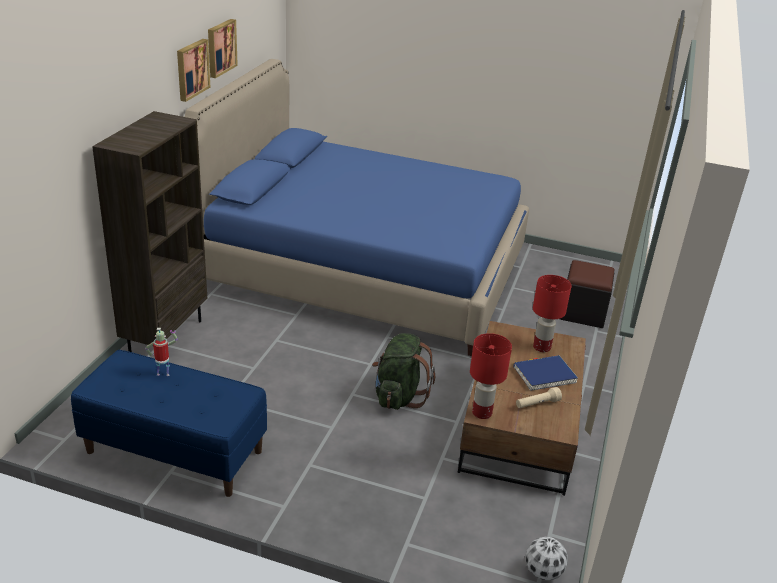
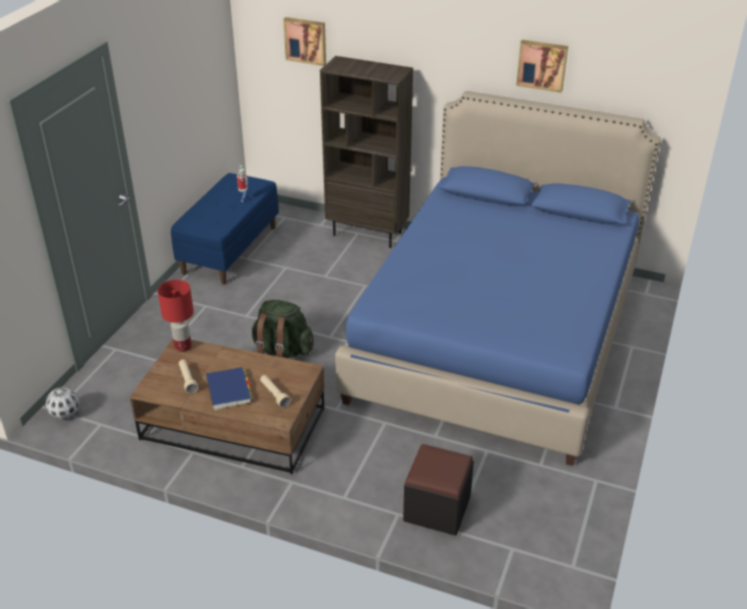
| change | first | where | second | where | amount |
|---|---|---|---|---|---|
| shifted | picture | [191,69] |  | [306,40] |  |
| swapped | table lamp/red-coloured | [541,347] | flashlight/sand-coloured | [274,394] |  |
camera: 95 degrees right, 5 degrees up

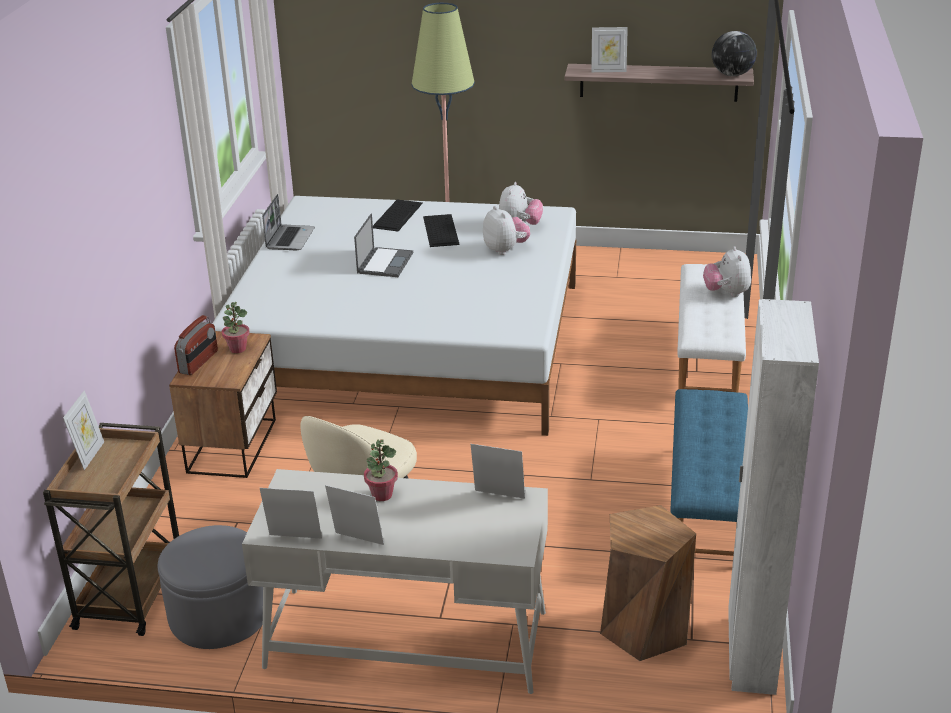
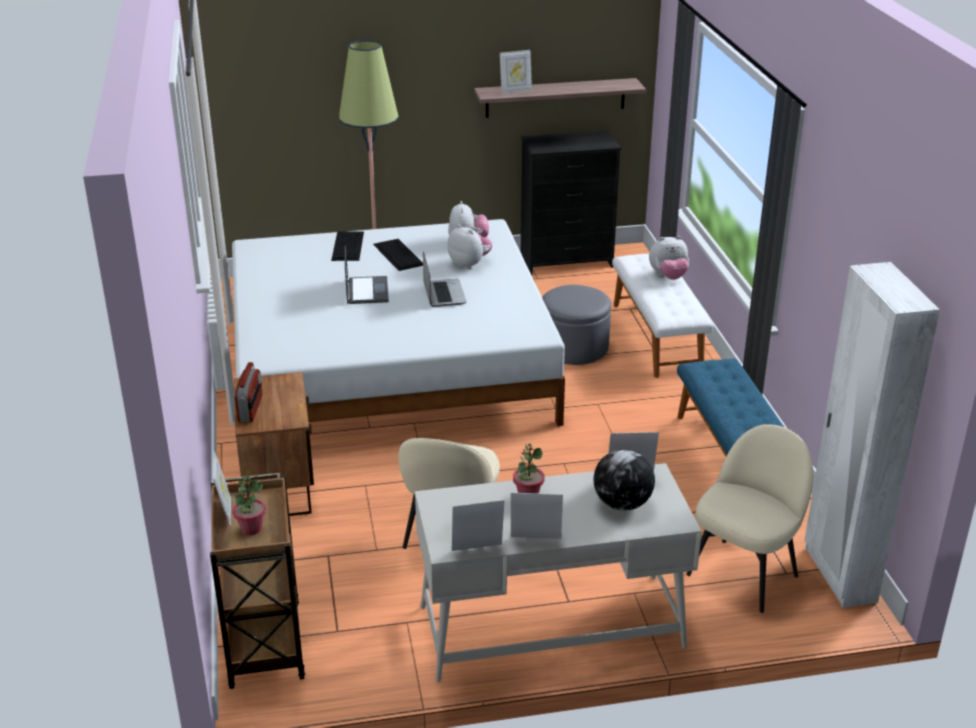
| change | first | where | second | where | amount |
|---|---|---|---|---|---|
| shifted | desk globe | [732,75] |  | [622,504] |  |
| shifted | laptop | [290,238] |  | [443,294] |  |
| rotated | plush toy | [726,293] |  | [668,276] | 75 degrees counterclockwise |
| shifted | plant in a pot | [237,349] |  | [251,528] |  |
| swapped | stool seat/brown | [644,629] | chair/sand-coloured | [744,573] |  |
| shifted | pouffe/gray | [218,615] |  | [573,347] |  |
| new |  |  | drawer chest/black | [566,261] |  |
camera: 20 degrees left, 0 degrees up

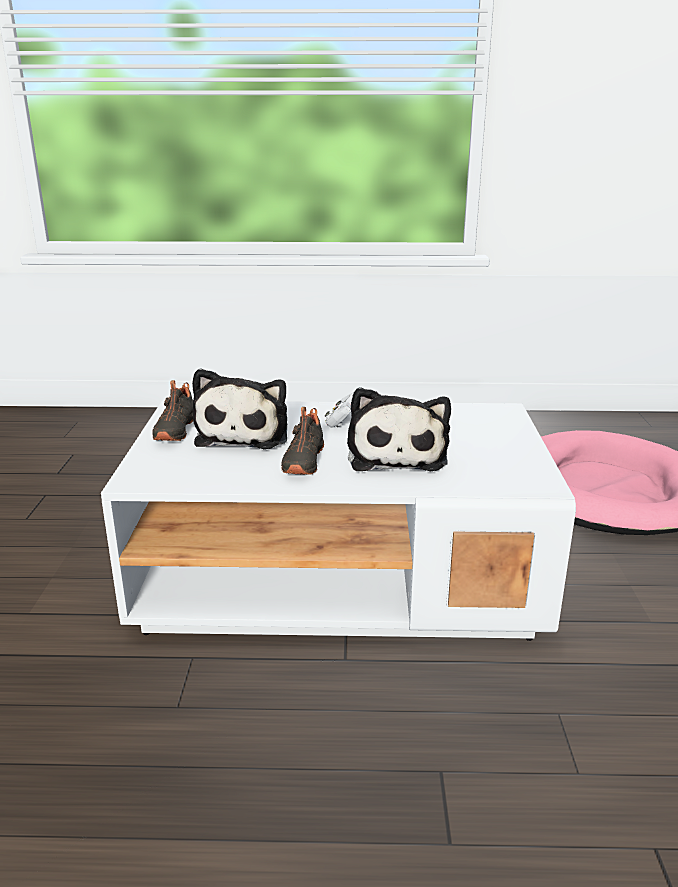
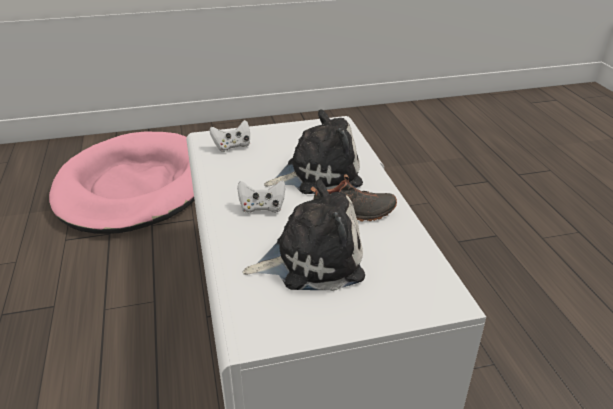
| change | first | where | second | where | amount |
|---|---|---|---|---|---|
| gone | item of footwear/black | [174,430] |  |  |  |
| new |  |  | game controller/white-coloured | [232,146] |  |
camera: 105 degrees left, 10 degrees up

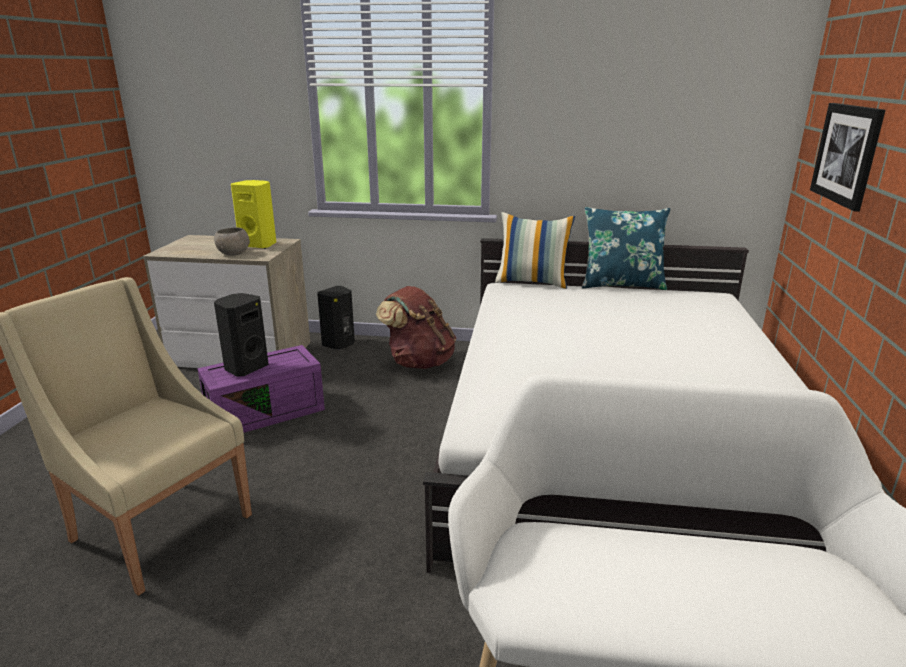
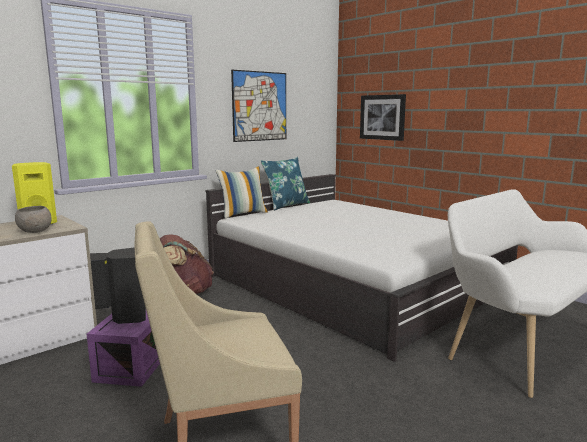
| change | first | where | second | where | amount |
|---|---|---|---|---|---|
| new |  |  | picture | [260,106] |  |
camera: 50 degrees left, 10 degrees down

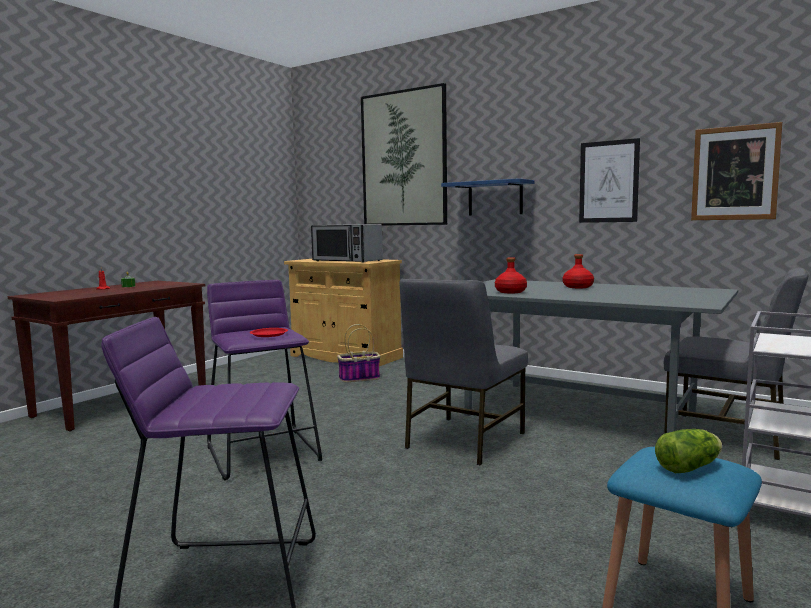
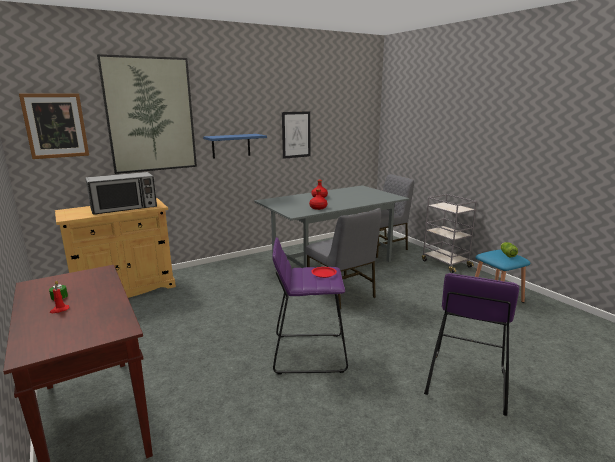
| change | first | where | second | where | amount |
|---|---|---|---|---|---|
| shifted | picture | [735,173] |  | [55,126] |  |
| gone | household basket | [359,378] |  |  |  |
camera: 65 degrees left, 10 degrees up

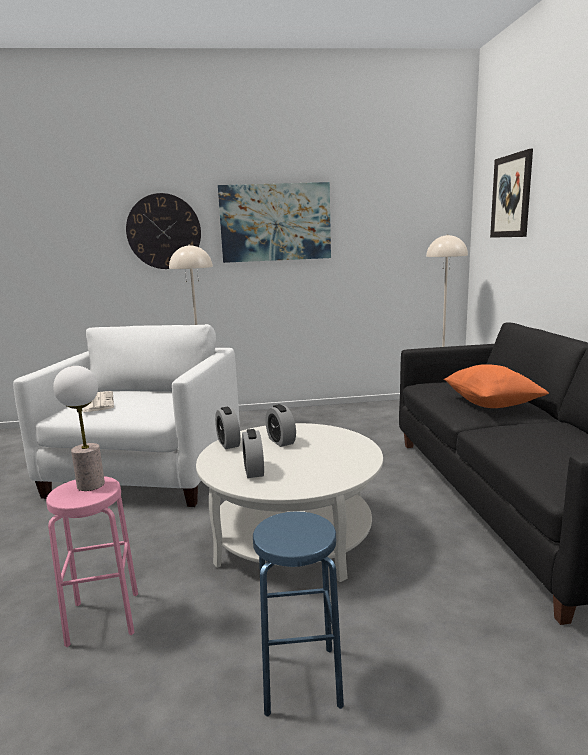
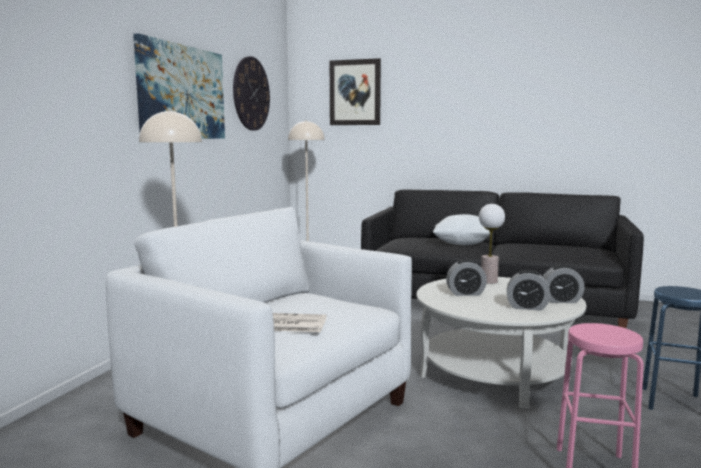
| change | first | where | second | where | amount |
|---|---|---|---|---|---|
| shifted | wall clock | [164,231] |  | [251,94] |  |
| repainted | cushion/orangey | [491,404] | cushion/white-coloured | [462,244] |  |
| shifted | table lamp | [91,485] |  | [489,281] |  |
| shifted | bedside clock | [228,443] |  | [561,301] |  |
camera: 65 degrees left, 5 degrees down

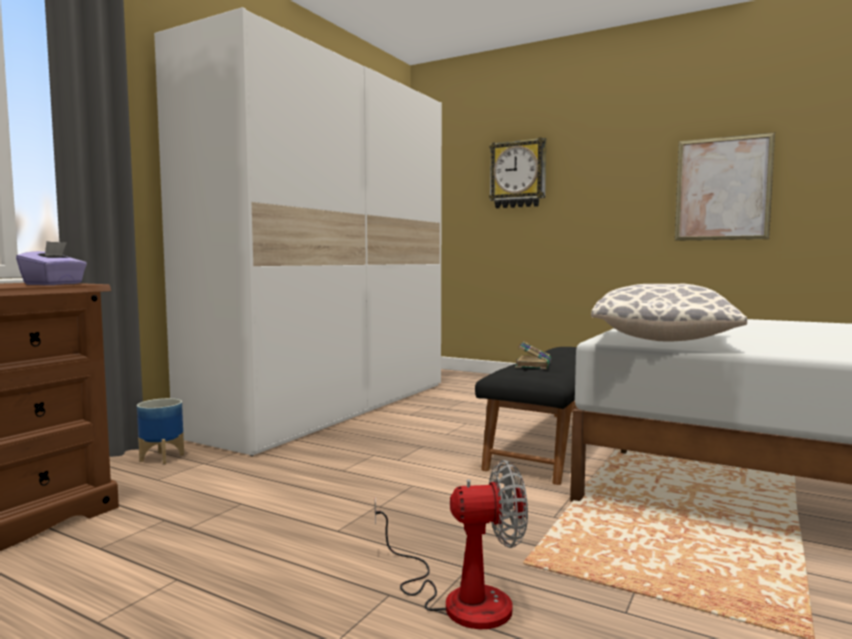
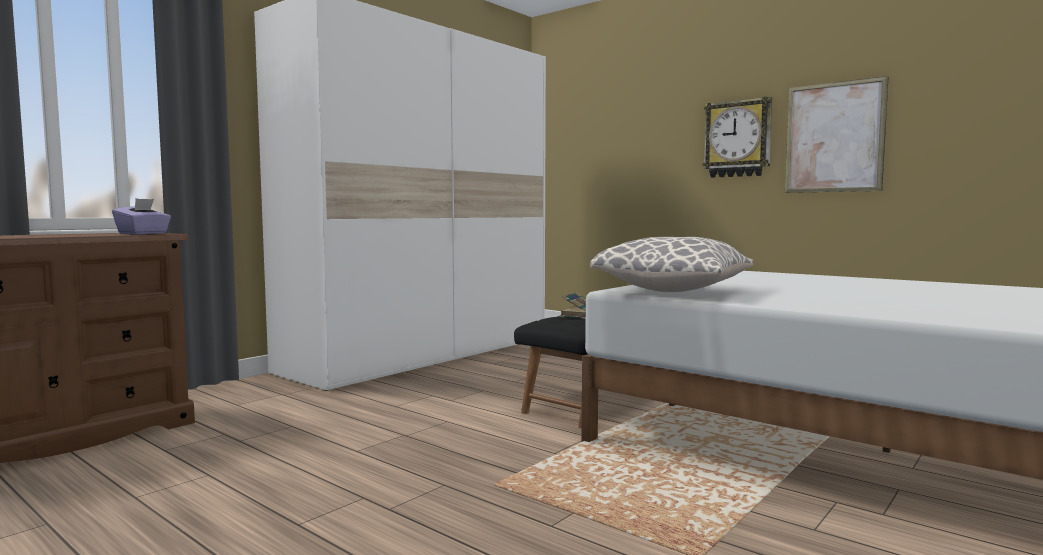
| change | first | where | second | where | amount |
|---|---|---|---|---|---|
| shifted | wall clock | [518,174] |  | [738,139] |  |
| gone | flower pot | [161,458] |  |  |  |
| gone | cooling fan | [459,598] |  |  |  |
camera: 10 degrees right, 0 degrees up

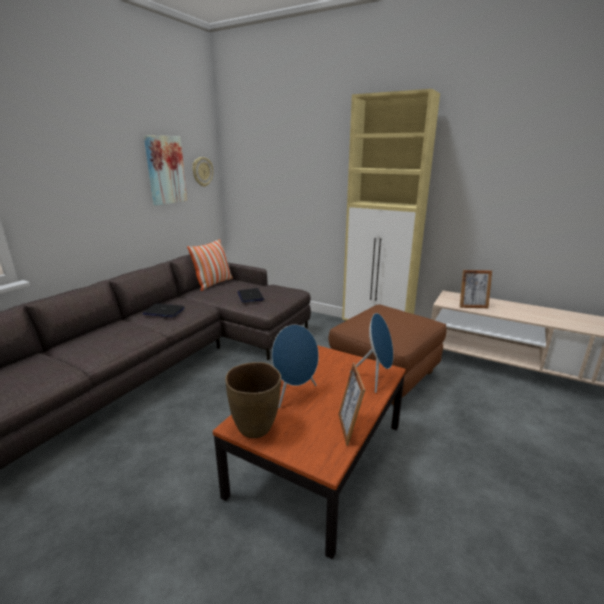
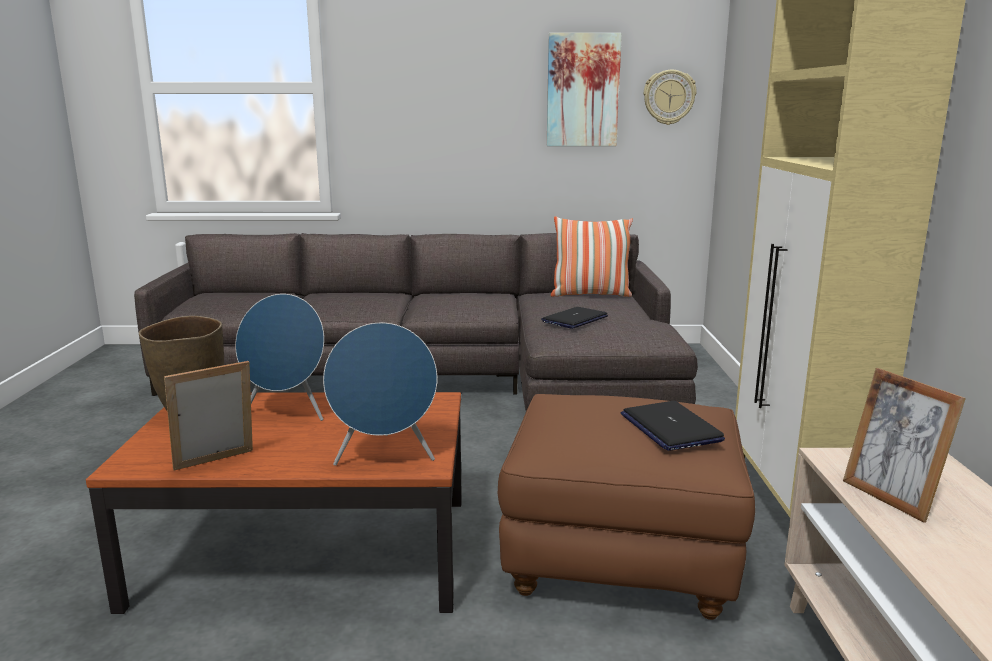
| change | first | where | second | where | amount |
|---|---|---|---|---|---|
| shifted | laptop | [163,311] |  | [670,427] |  |
camera: 60 degrees right, 5 degrees down

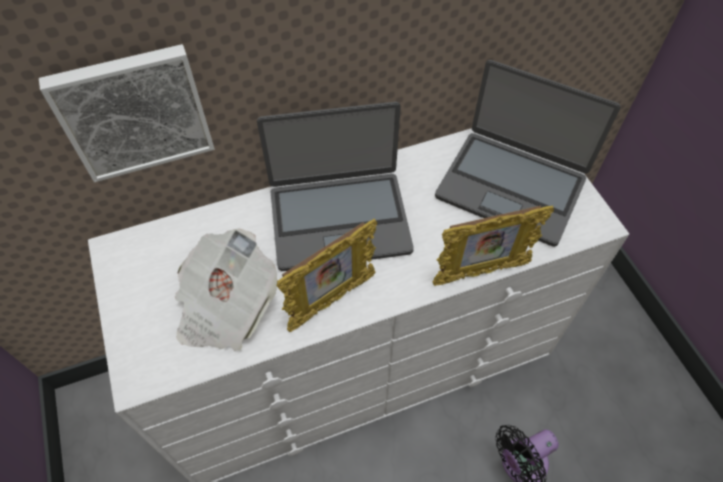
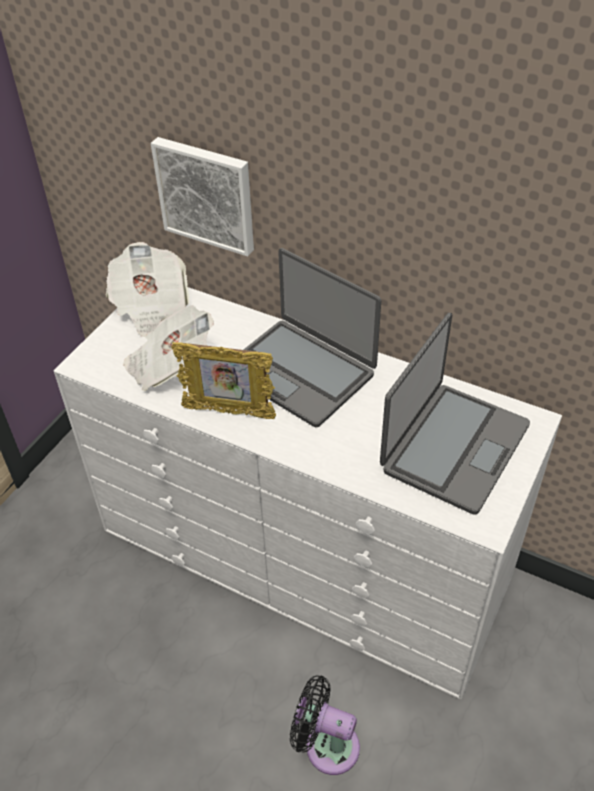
| change | first | where | second | where | amount |
|---|---|---|---|---|---|
| rotated | laptop | [511,186] |  | [453,447] | 135 degrees counterclockwise |
| gone | standing frame | [480,272] |  |  |  |
| new |  |  | newspaper | [151,307] |  |
camera: 50 degrees right, 10 degrees down

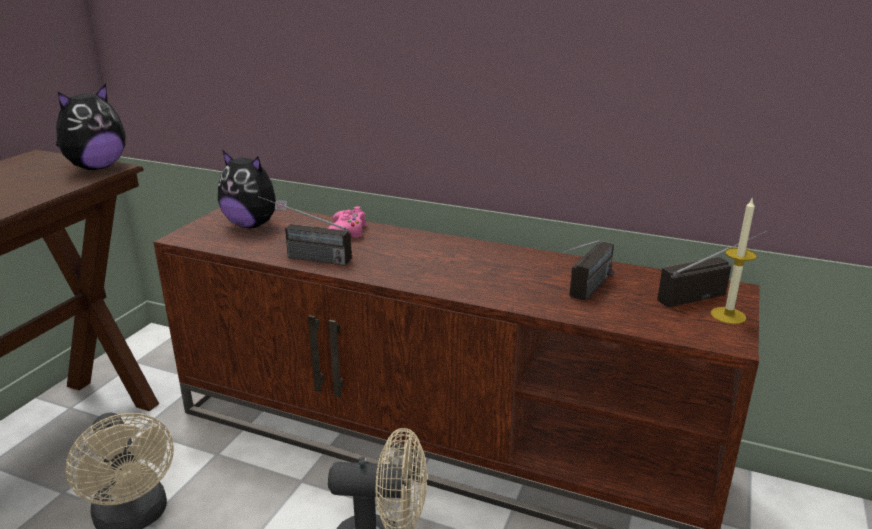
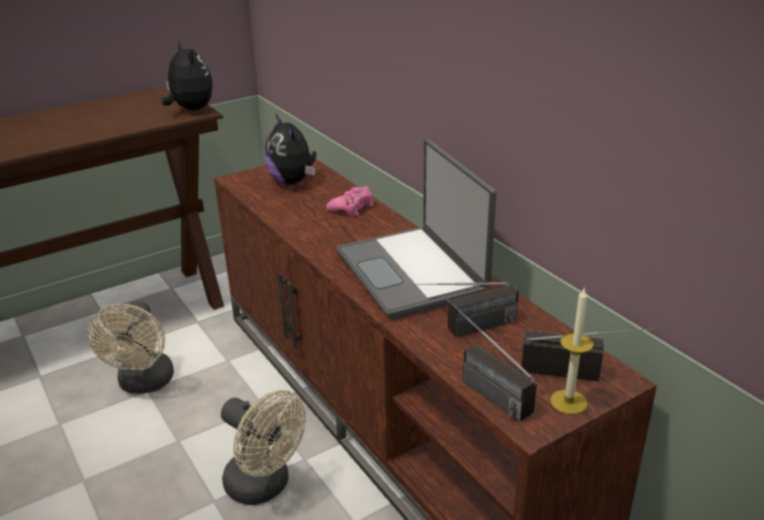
| change | first | where | second | where | amount |
|---|---|---|---|---|---|
| rotated | plush toy | [96,167] |  | [190,109] | 105 degrees counterclockwise |
| shifted | radio | [303,257] |  | [479,387] |  |
| new |  |  | laptop | [413,273] |  |
camera: 35 degrees right, 5 degrees up

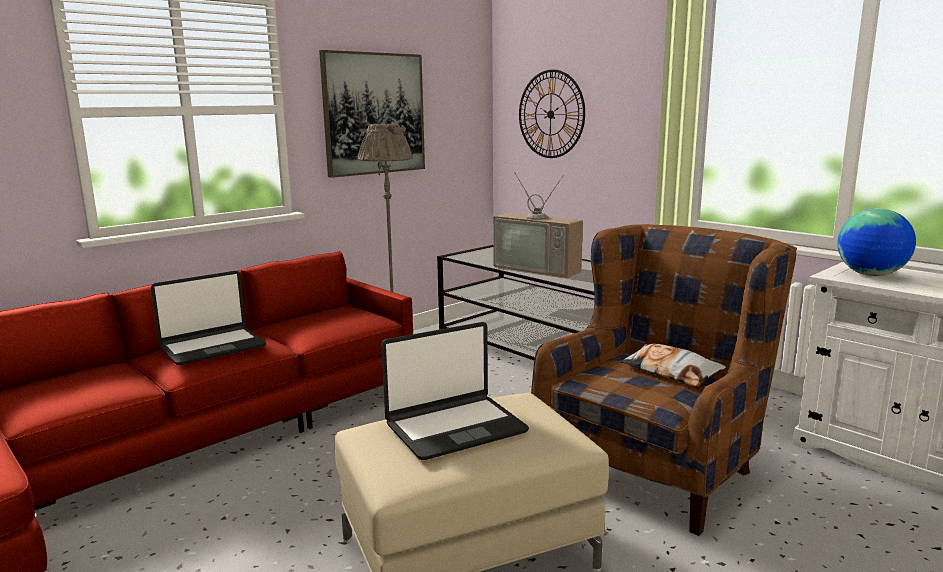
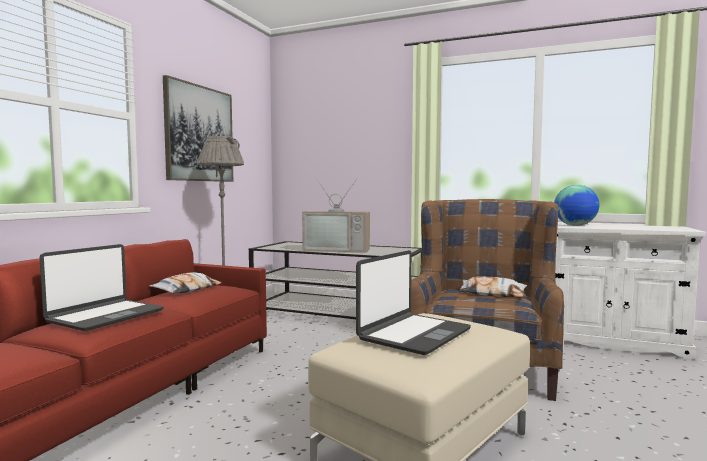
| change | first | where | second | where | amount |
|---|---|---|---|---|---|
| gone | wall clock | [550,114] |  |  |  |
| new |  |  | cushion | [187,289] |  |
camera: 25 degrees left, 10 degrees down

